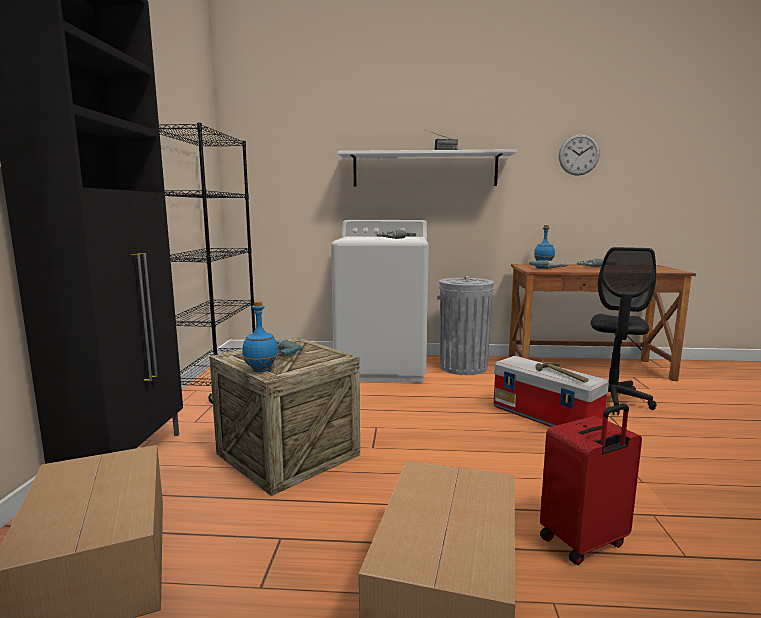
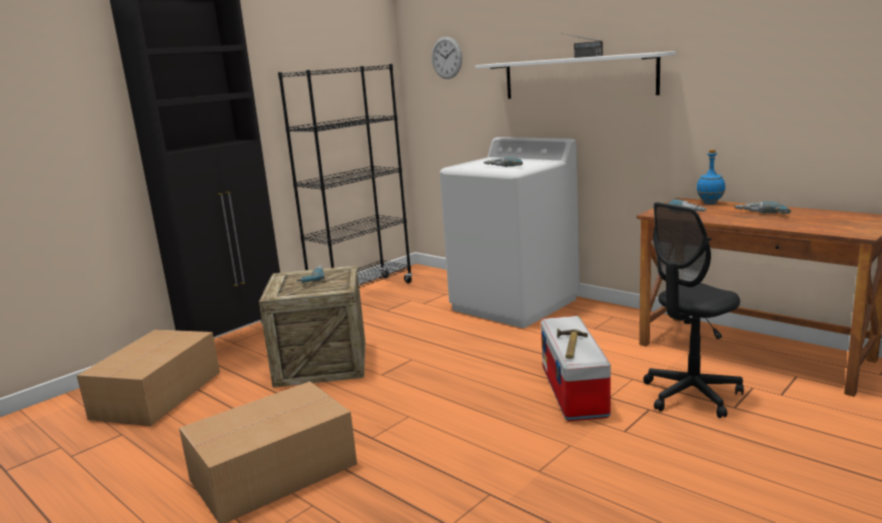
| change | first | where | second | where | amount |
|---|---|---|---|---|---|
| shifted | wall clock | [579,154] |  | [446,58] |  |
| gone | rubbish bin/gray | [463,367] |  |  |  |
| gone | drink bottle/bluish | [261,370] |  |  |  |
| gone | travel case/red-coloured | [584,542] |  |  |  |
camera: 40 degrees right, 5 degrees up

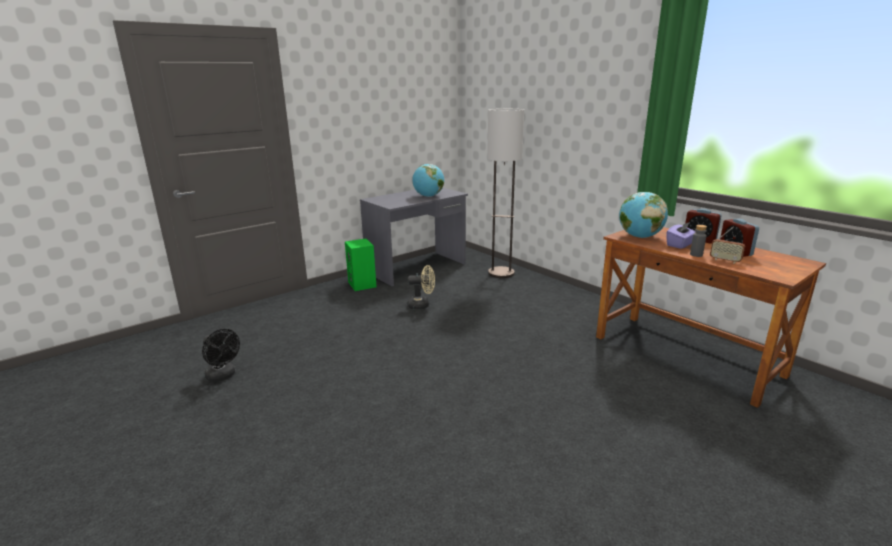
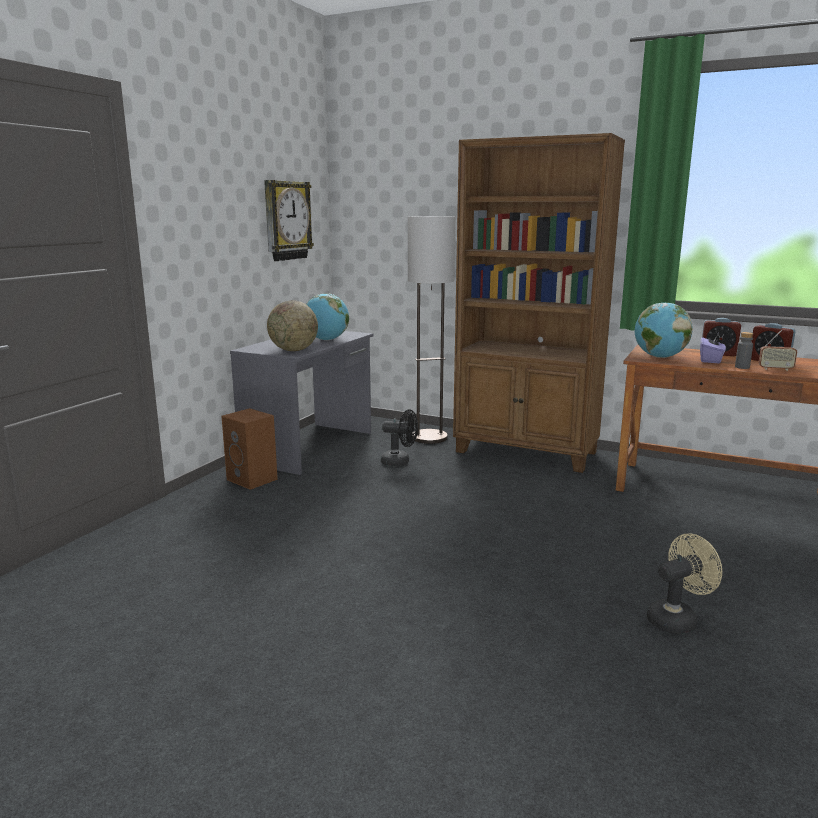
| change | first | where | second | where | amount |
|---|---|---|---|---|---|
| repainted | loudspeaker/greenish | [363,285] | loudspeaker/brown | [253,479] |  |
| shifted | cooling fan/sand-coloured | [422,305] |  | [677,619] |  |
| shifted | cooling fan/black | [223,376] |  | [400,462] |  |
| new |  |  | shelving unit/brown | [526,452] |  |
| new |  |  | wall clock | [286,220] |  |
| new |  |  | desk globe | [294,350] |  |
camera: 25 degrees left, 5 degrees down

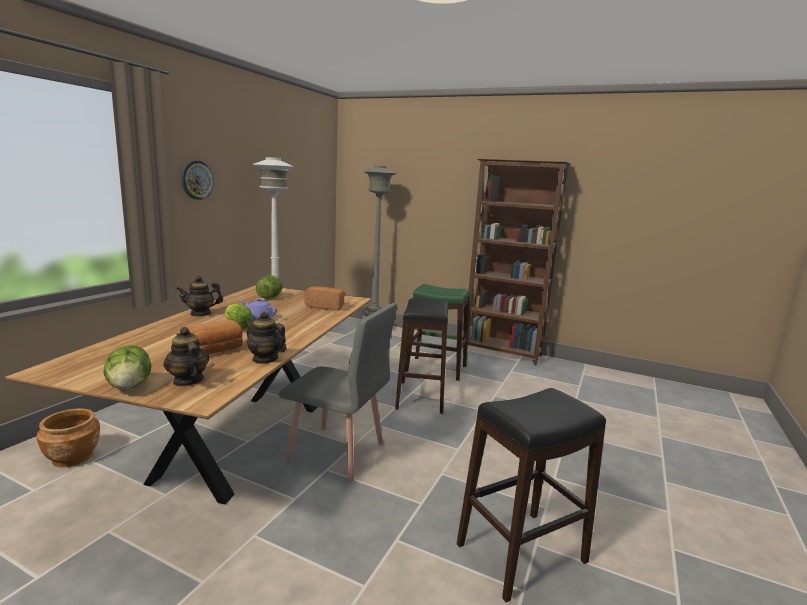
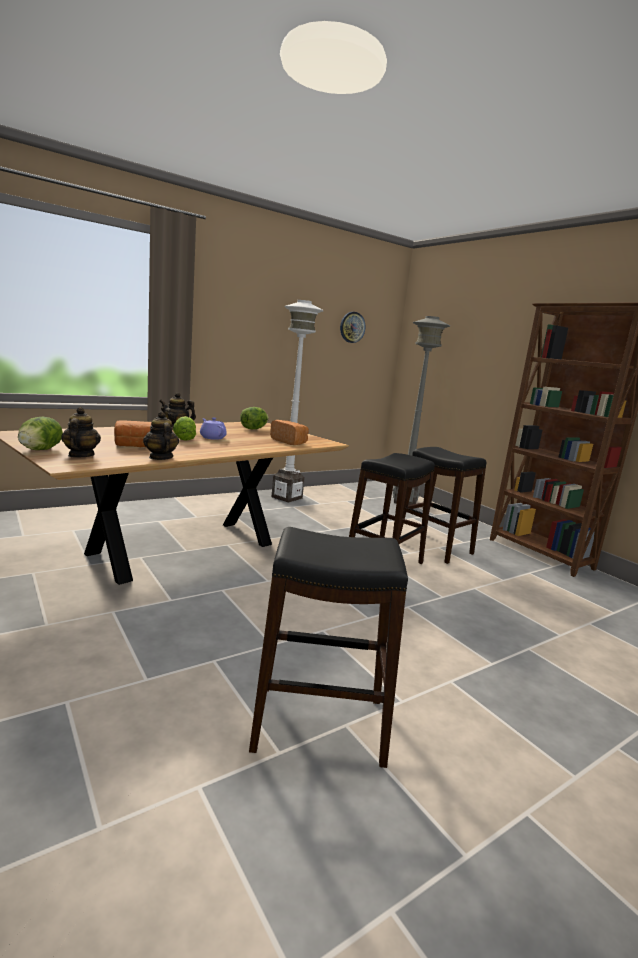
| change | first | where | second | where | amount |
|---|---|---|---|---|---|
| shifted | wall clock | [197,180] |  | [352,327] |  |
| repainted | stool seat/greenish | [436,368] | stool seat/black | [434,547] |  |
| gone | chair/gray | [336,452] |  |  |  |
| gone | flower pot/brown | [72,457] |  |  |  |
camera: 30 degrees right, 0 degrees up

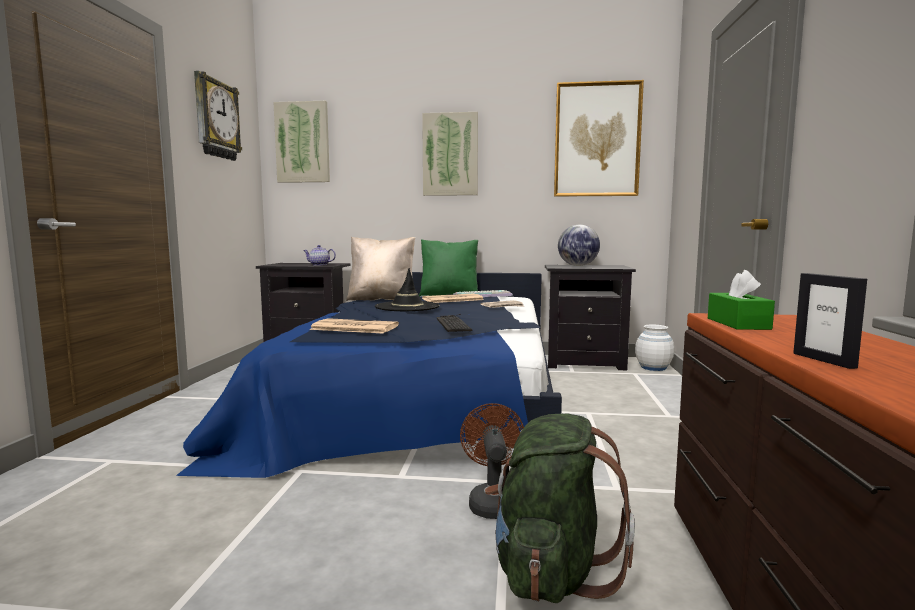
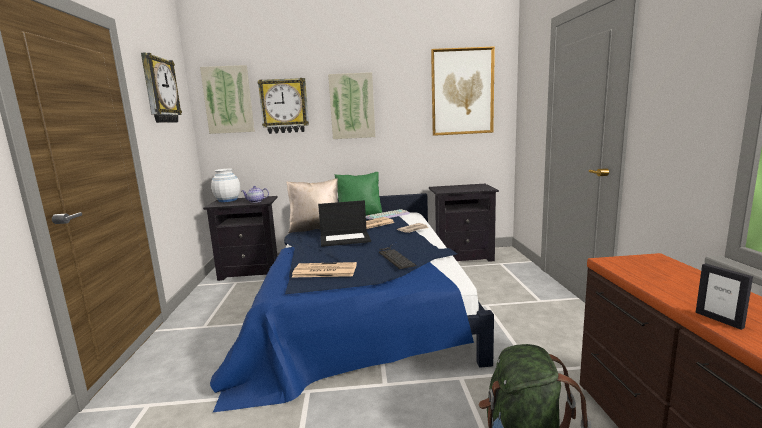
| change | first | where | second | where | amount |
|---|---|---|---|---|---|
| gone | desk globe | [577,266] |  |  |  |
| swapped | clothing hat/black | [407,307] | laptop | [345,239] |  |
| gone | box of tissues/greenish | [738,323] |  |  |  |
| shifted | decorative vase/white-coloured | [653,367] |  | [227,200] |  |
| gone | cooling fan/brown | [492,502] |  |  |  |
| new |  |  | wall clock | [284,106] |  |
camera: 10 degrees left, 5 degrees up

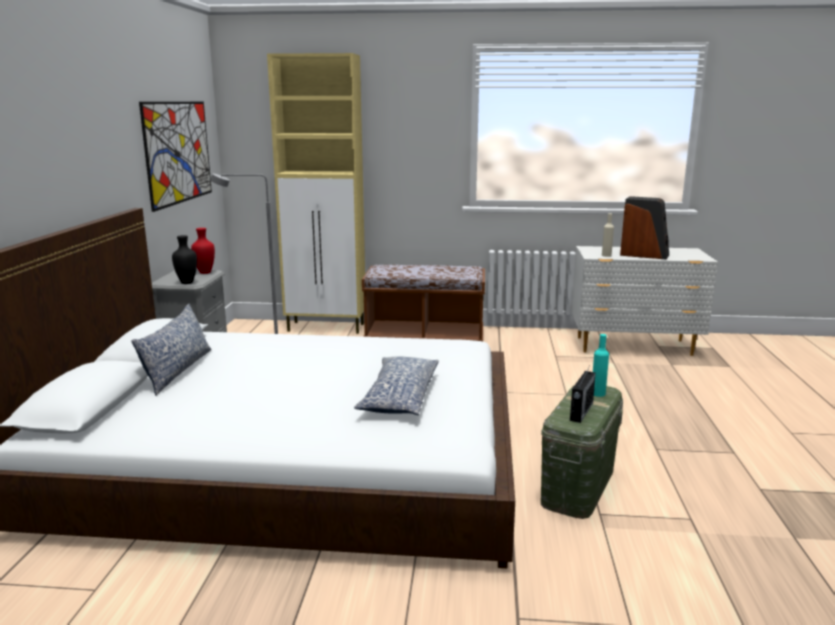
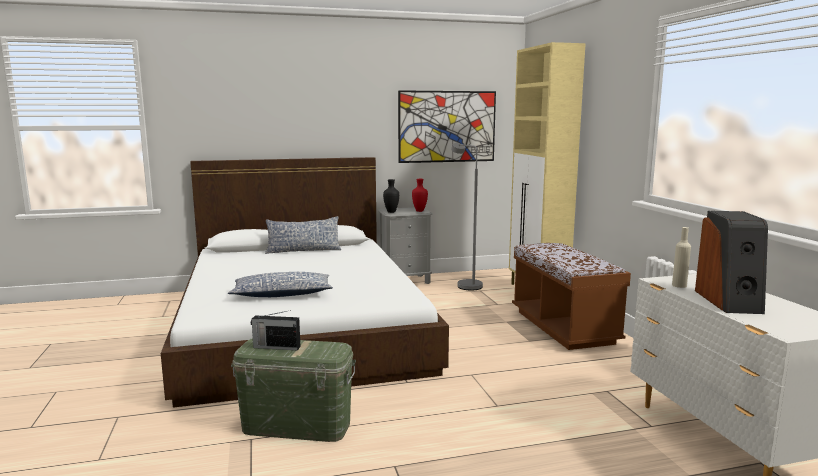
| change | first | where | second | where | amount |
|---|---|---|---|---|---|
| gone | drink bottle/turquoise | [598,393] |  |  |  |
camera: 70 degrees right, 5 degrees down

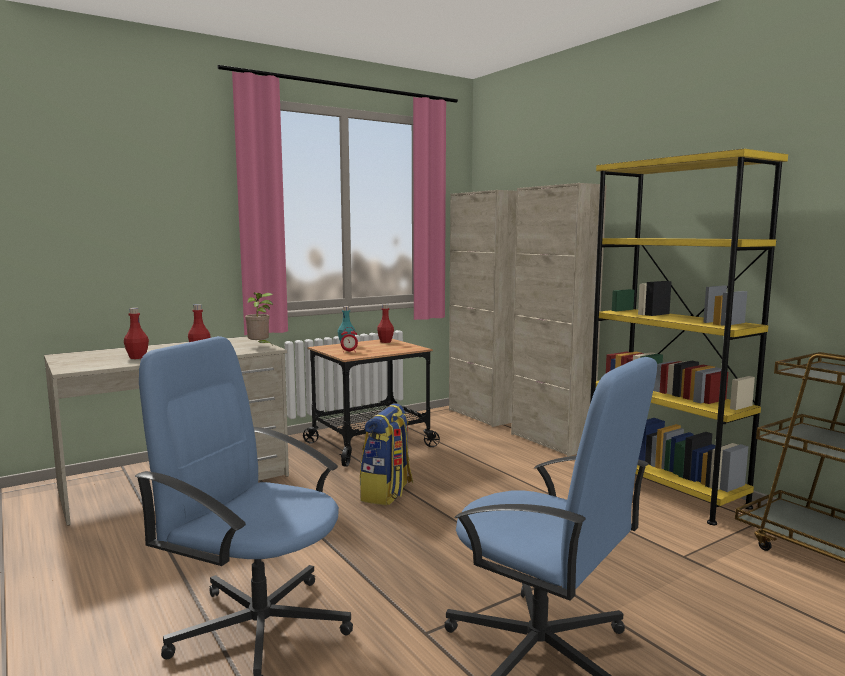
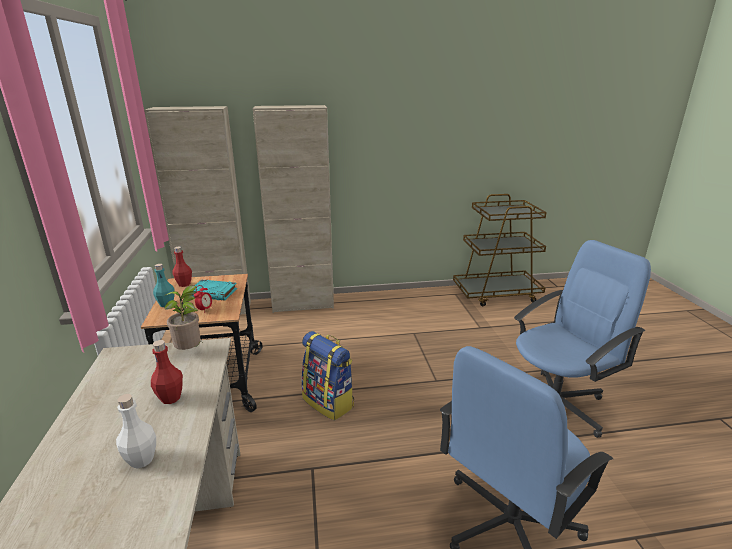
| change | first | where | second | where | amount |
|---|---|---|---|---|---|
| gone | shelving unit/yellowish | [663,489] |  |  |  |
| repainted | drink bottle/red-coloured | [137,357] | drink bottle/white-coloured | [141,459] |  |
| new |  |  | bound book/turquoise | [213,293] |  |
camera: 65 degrees left, 15 degrees up

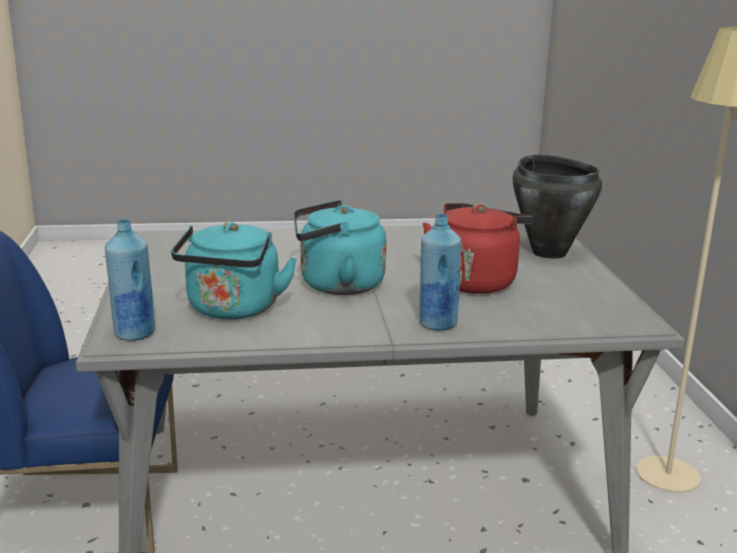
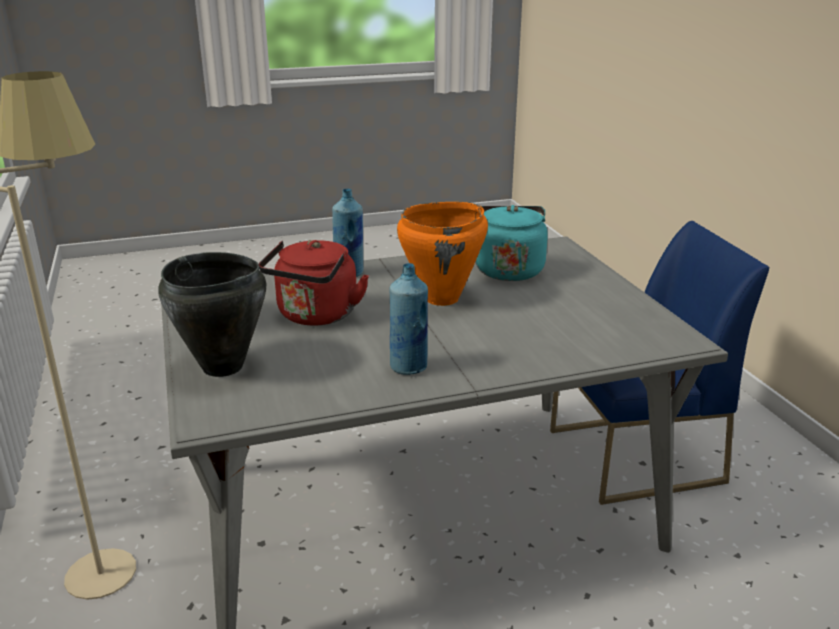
| change | first | where | second | where | amount |
|---|---|---|---|---|---|
| swapped | kettle/turquoise | [336,285] | saucepot/orangey | [442,299] |  |
| shifted | drink bottle/bluish | [134,334] |  | [409,367] |  |
camera: 170 degrees right, 5 degrees up

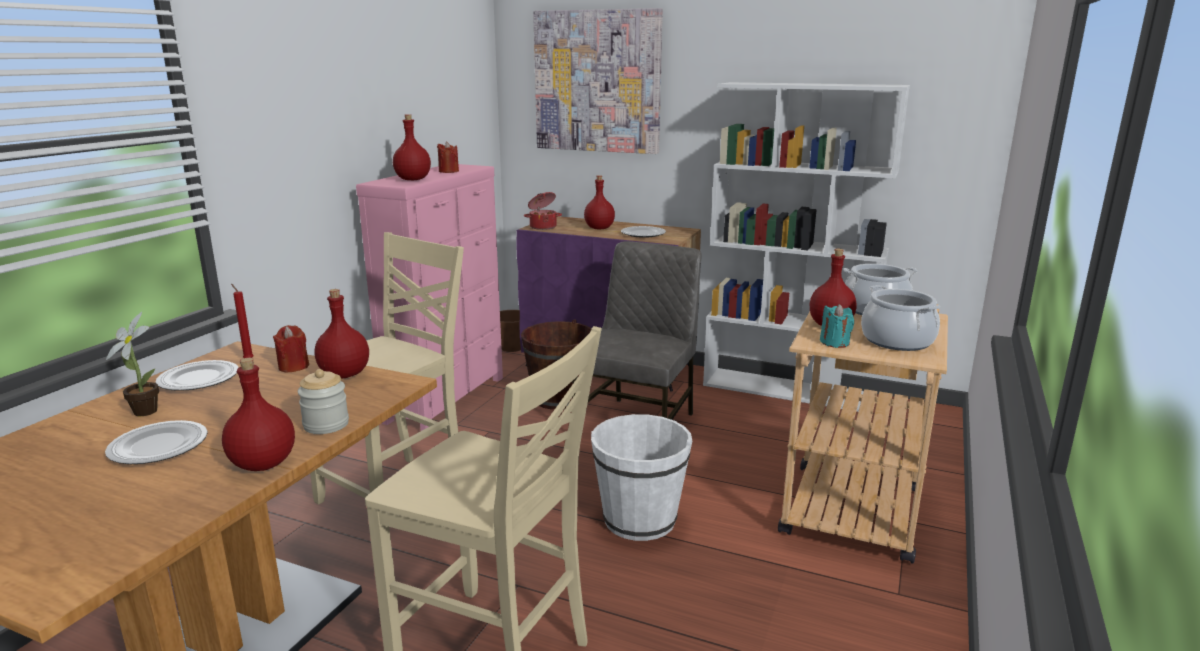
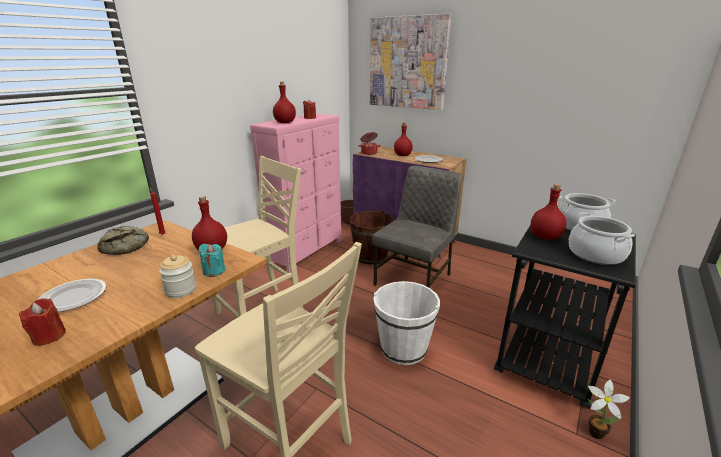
| change | first | where | second | where | amount |
|---|---|---|---|---|---|
| gone | shelving unit/white-coloured | [786,389] |  |  |  |
| repainted | trolley/sand-coloured | [853,502] | trolley/black | [549,352] |  |
| shifted | wax candle/turquoise | [834,343] |  | [214,271] |  |
| shifted | plant in a pot | [145,410] |  | [593,431] |  |
| shifted | wax candle/red-coloured | [293,366] |  | [49,336] |  |
| gone | drink bottle/red-coloured | [264,464] |  |  |  |
| swapped | dinner plate | [198,378] | bread | [127,246] |  |
camera: 10 degrees right, 5 degrees up

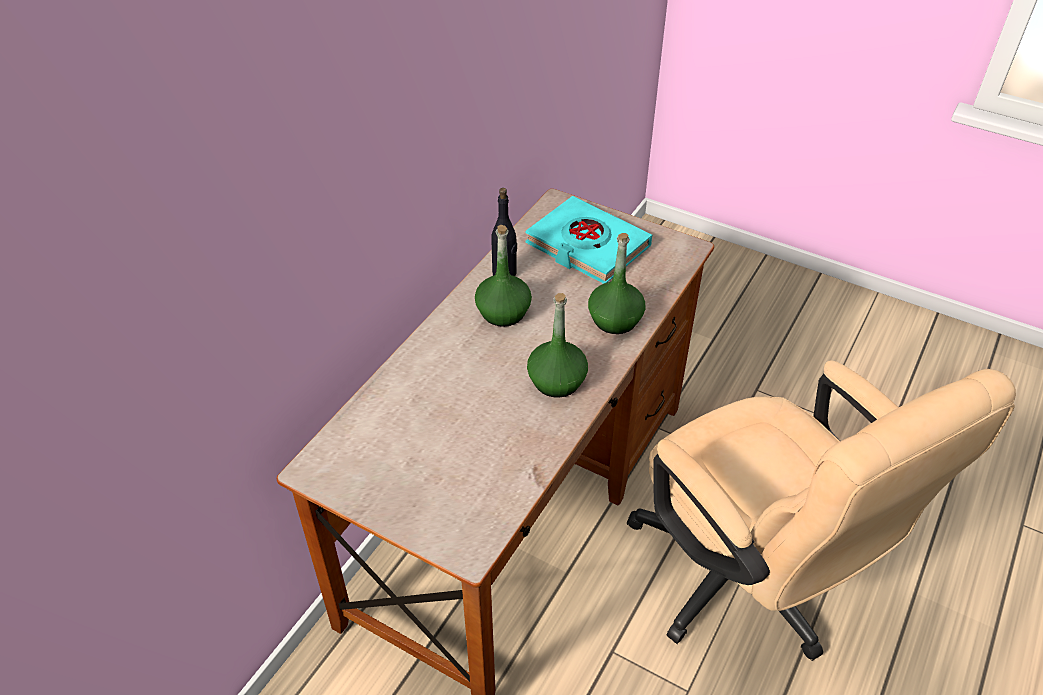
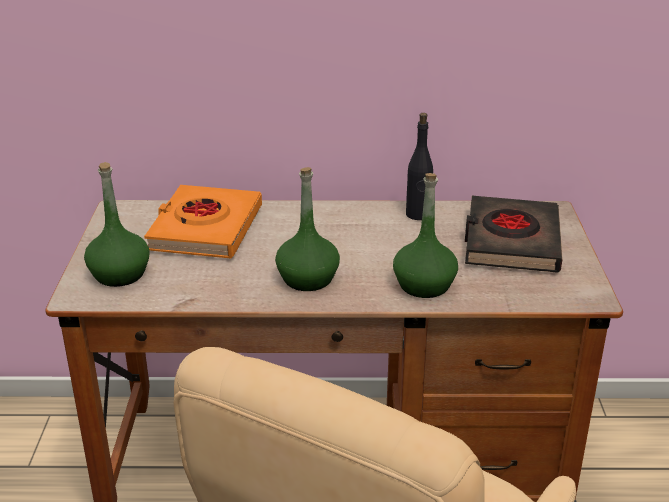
| change | first | where | second | where | amount |
|---|---|---|---|---|---|
| repainted | bound book/turquoise | [587,246] | bound book/black | [511,241] |  |
| shifted | drink bottle/greenish | [503,312] |  | [120,274] |  |
| new |  |  | bound book/orangey | [205,229] |  |
camera: 60 degrees right, 15 degrees down

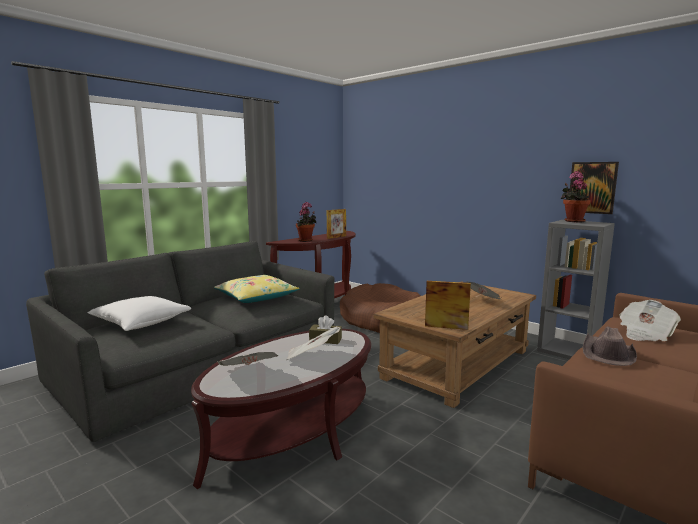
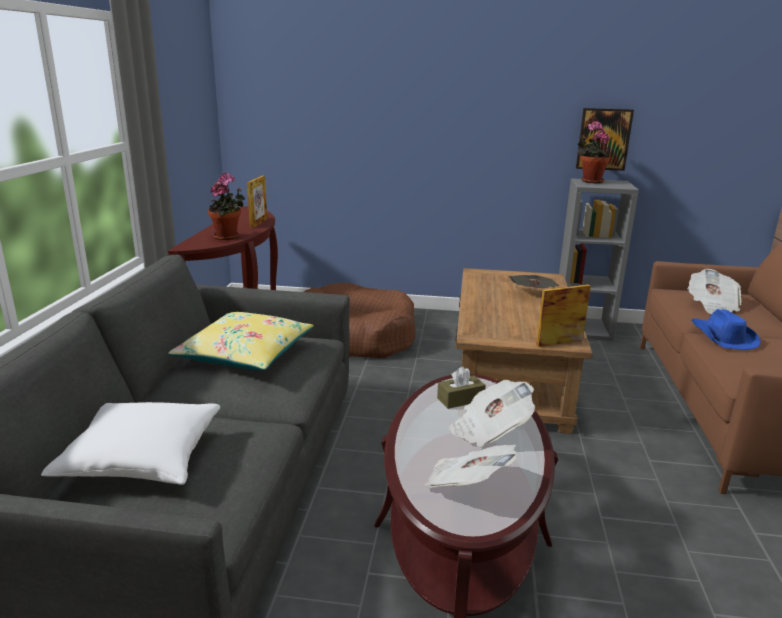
| change | first | where | second | where | amount |
|---|---|---|---|---|---|
| repainted | clothing hat/brown | [607,353] | clothing hat/bluish | [722,337] |  |
camera: 35 degrees left, 10 degrees up

